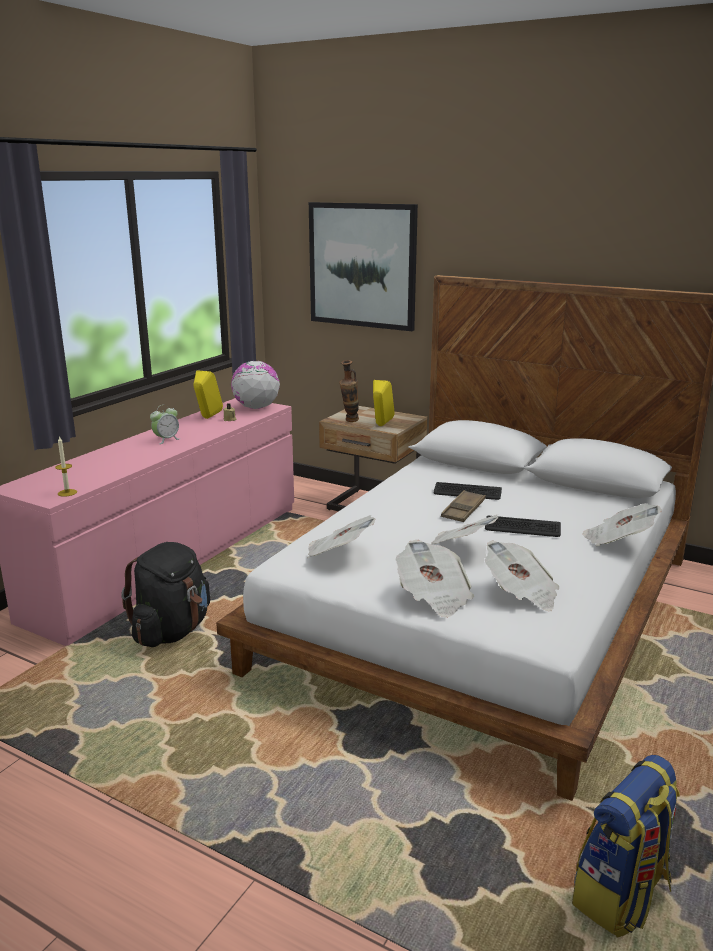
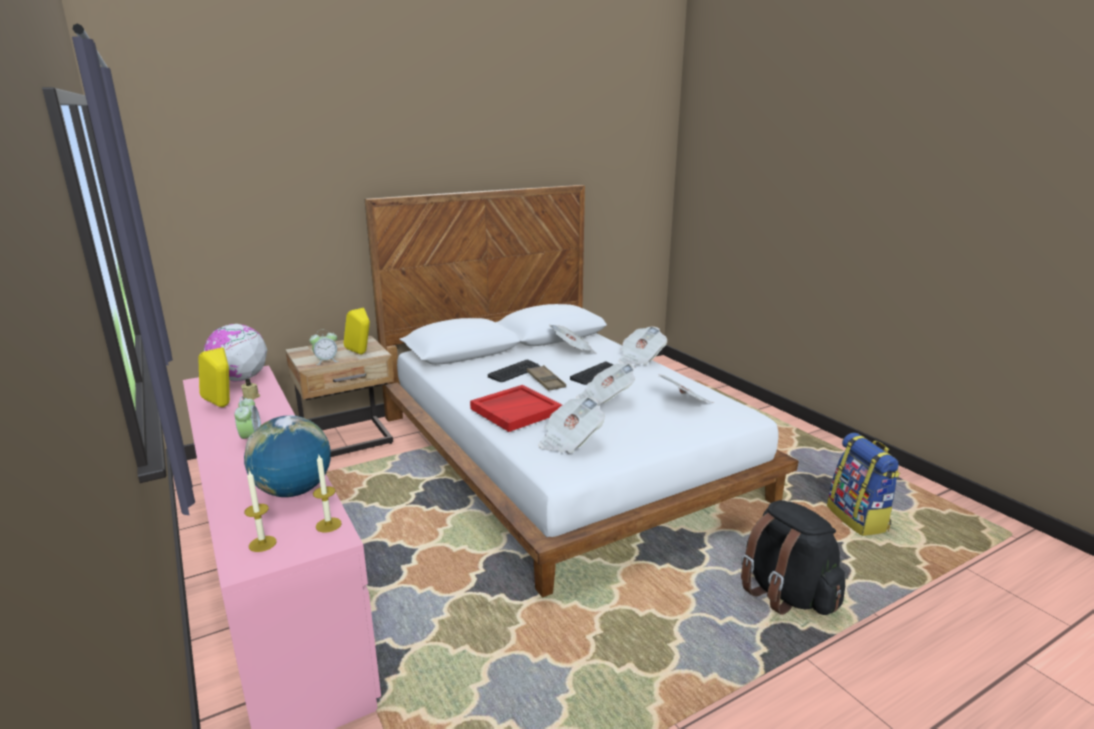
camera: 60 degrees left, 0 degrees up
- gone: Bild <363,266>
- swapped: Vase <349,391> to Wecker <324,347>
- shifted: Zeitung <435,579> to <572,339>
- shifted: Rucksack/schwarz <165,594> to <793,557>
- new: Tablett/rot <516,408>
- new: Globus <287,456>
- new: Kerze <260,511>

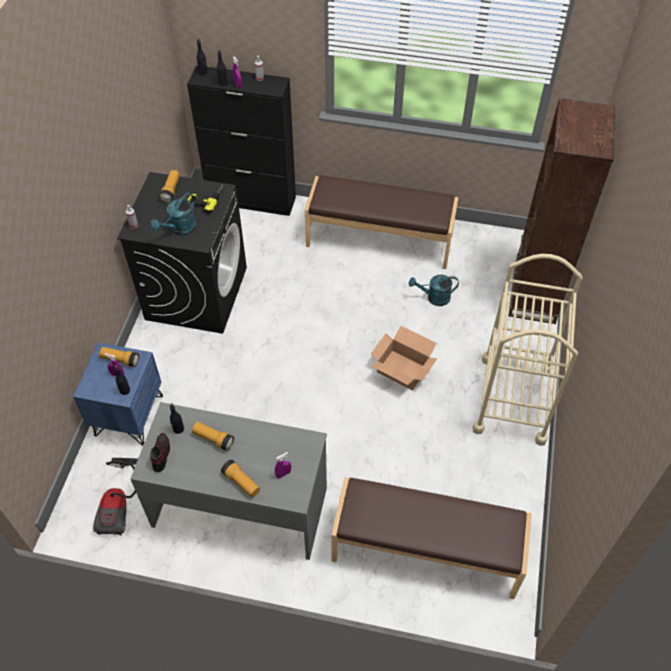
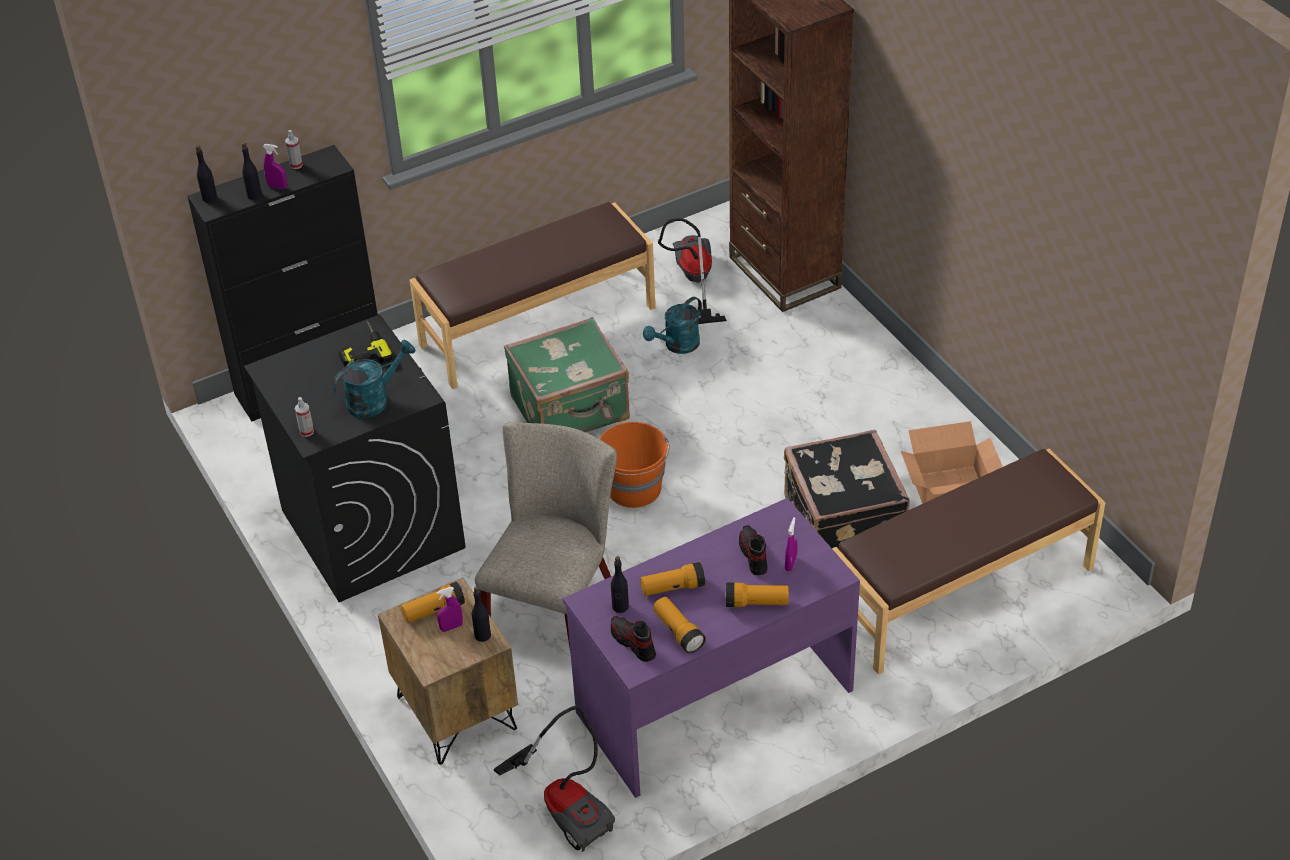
camera: 40 degrees left, 10 degrees down
- shifted: Taschenlampe <169,186> to <679,625>
- rotated: Gießkanne/türkis <173,214> = <374,379> 120 degrees counterclockwise
- gone: Rollwagen/beige <527,350>
- shifted: Karton <404,358> to <952,462>
- repainted: Nachttisch/blau <118,394> to Nachttisch/braun <448,671>
- repainted: Schreibtisch/grau <228,481> to Schreibtisch/lila <711,648>
- new: Staubsauger <692,271>
- new: Koffer/grün <567,374>
- new: Stuhl/beige <546,538>
- new: Eimer/orange <634,465>
- new: Koffer/schwarz <847,489>
- new: Schuh <753,550>

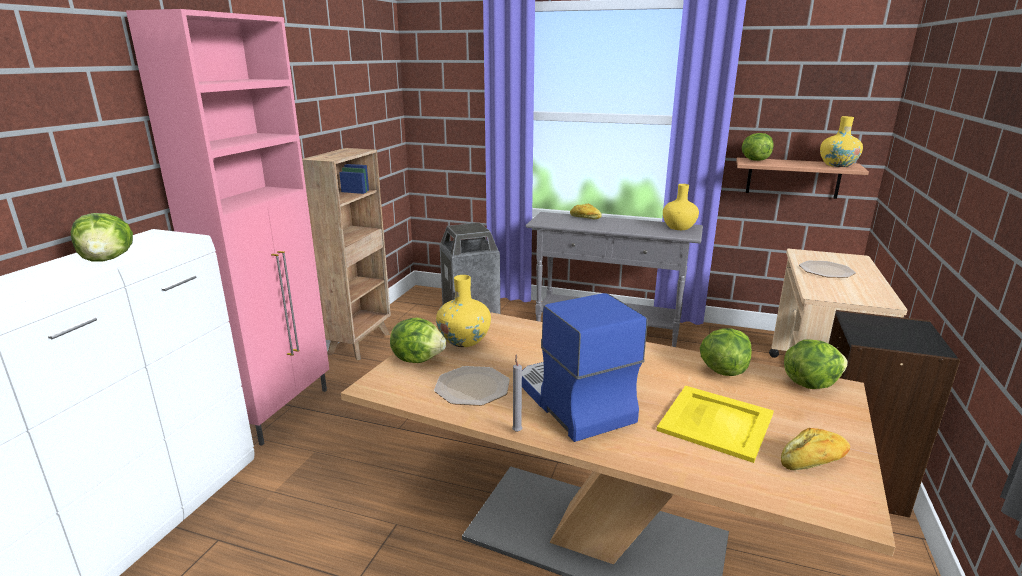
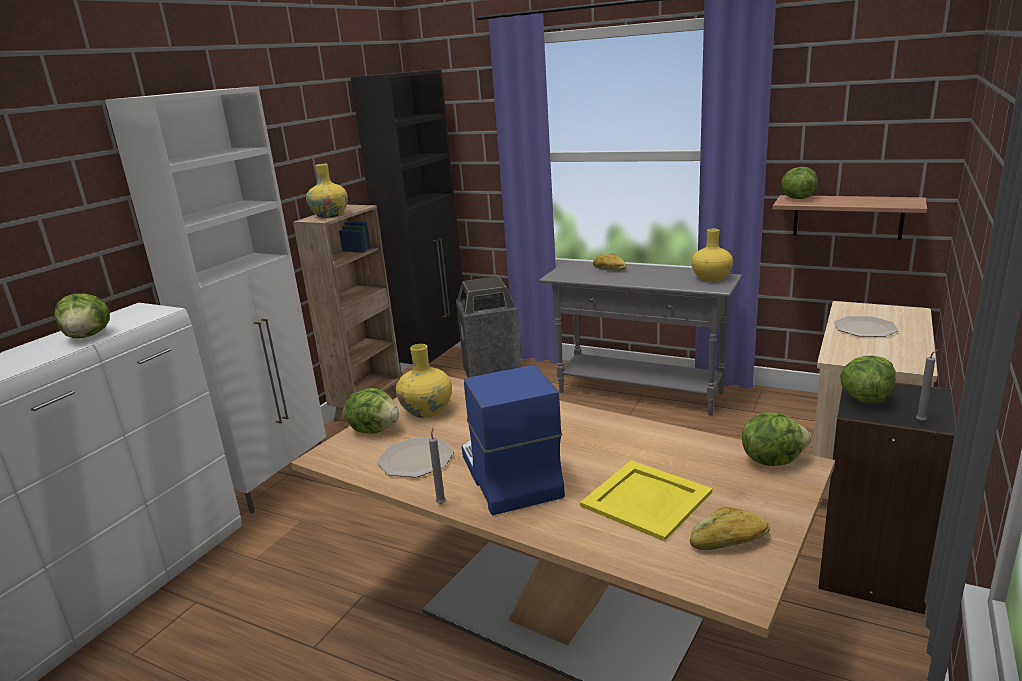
camera: 10 degrees right, 0 degrees up
- repainted: Schrank/rosa <227,227> to Schrank/weiß <215,300>
- shifted: Vase/gelb <841,141> to <327,191>
- shifted: Salatkopf <726,352> to <868,380>
- new: Schrank/schwarz <407,223>
- new: Kerze/grau <927,385>

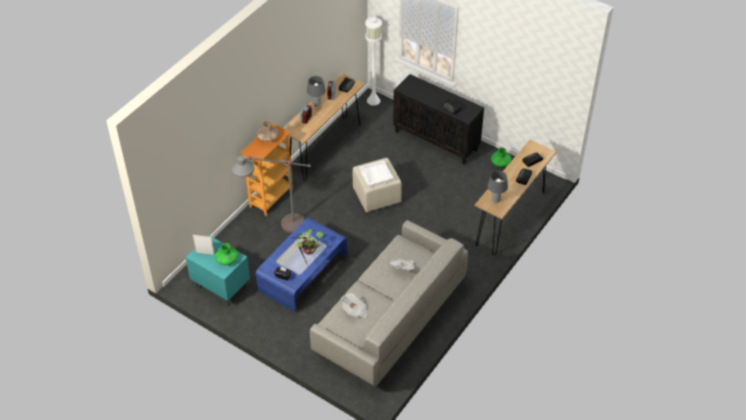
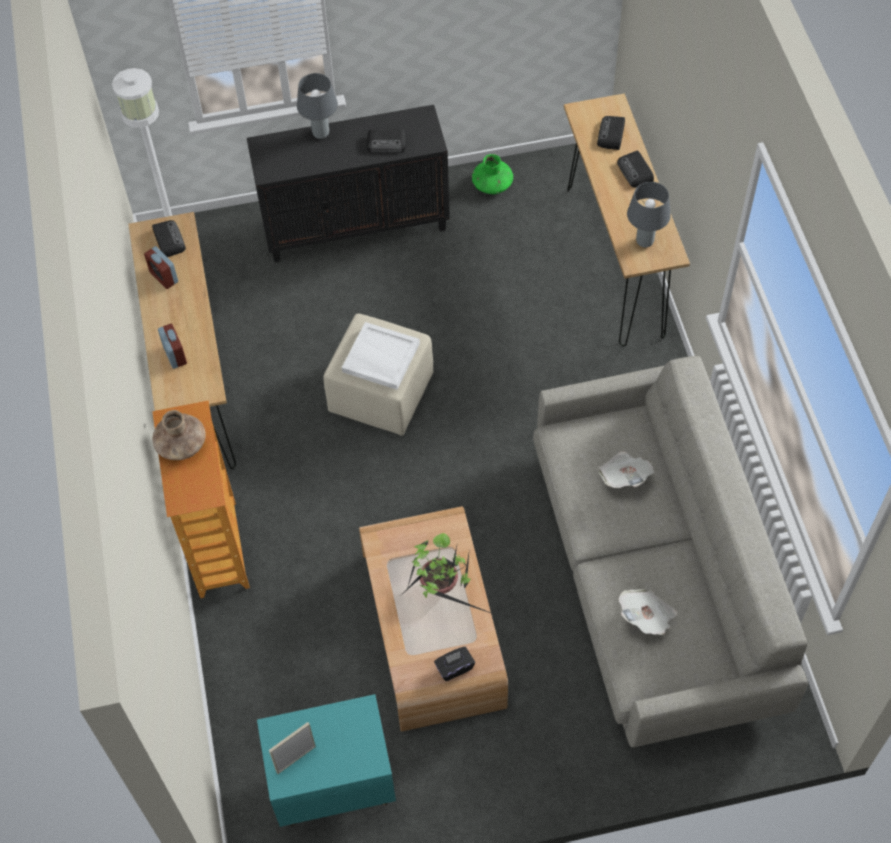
camera: 45 degrees left, 10 degrees up
- shifted: Tischlampe/grau <316,91> to <317,106>
- gone: Stehlampe/grau <271,194>
- repainted: Couchtisch/blau <301,265> to Couchtisch/braun <433,619>
- gone: Vase/grün <226,254>

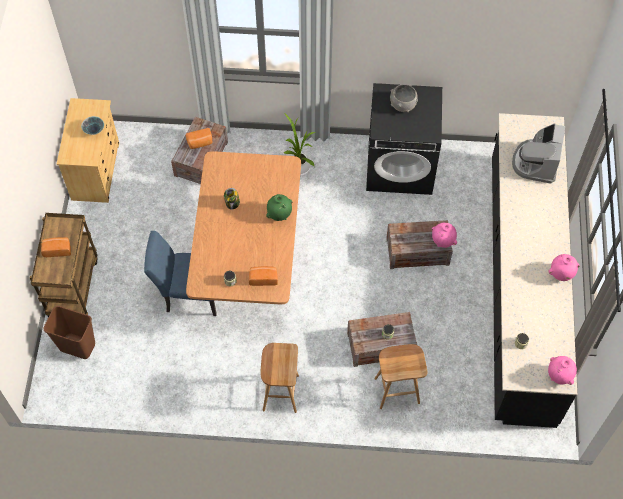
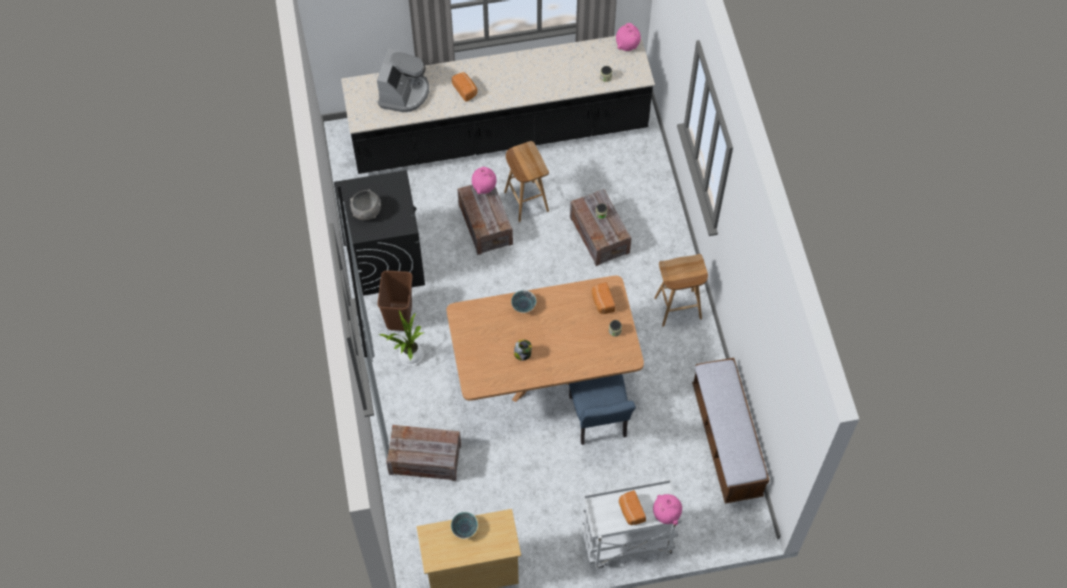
camera: 105 degrees left, 0 degrees up
- rotated: Kaffeemaschine <538,153> = <403,80> 75 degrees counterclockwise
- shifted: Brot <199,138> to <464,87>
- swapped: Vase/grün <279,207> to Schüssel <523,301>
- repainted: Rollwagen/braun <63,265> to Rollwagen/weiß <631,523>
- shifted: Vase/rosa <563,267> to <667,509>
- shifted: Mülleimer/braun <69,332> to <395,301>
- shifted: Hocker/braun <401,376> to <526,181>
- new: Bank <730,431>

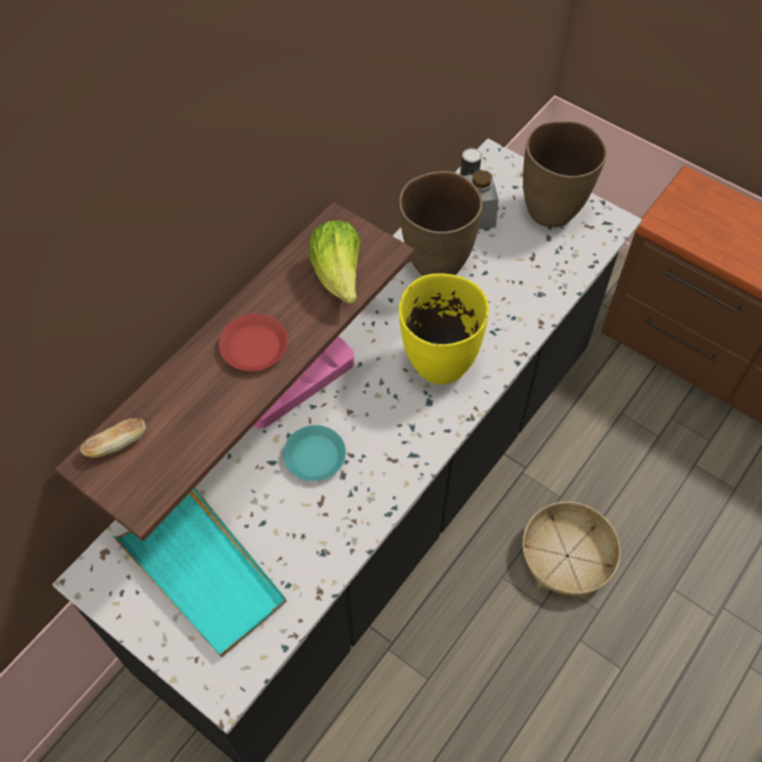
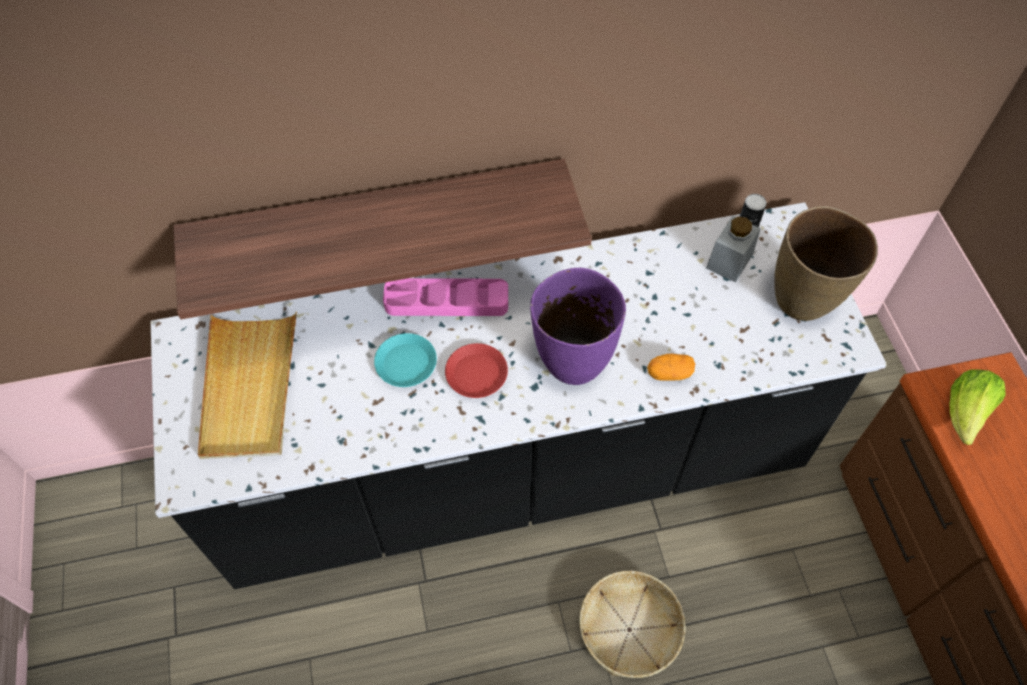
camera: 40 degrees right, 0 degrees up
- gone: Vase/braun <441,223>
- shifted: Salatkopf <335,262> to <978,407>
- repainted: Vase/gelb <444,328> to Vase/lila <578,326>
- shifted: Teller/rot <253,342> to <476,370>
- gone: Brot <113,438>
- repainted: Tablett/türkis <200,573> to Tablett/beige <247,385>
- new: Kartoffel <671,367>

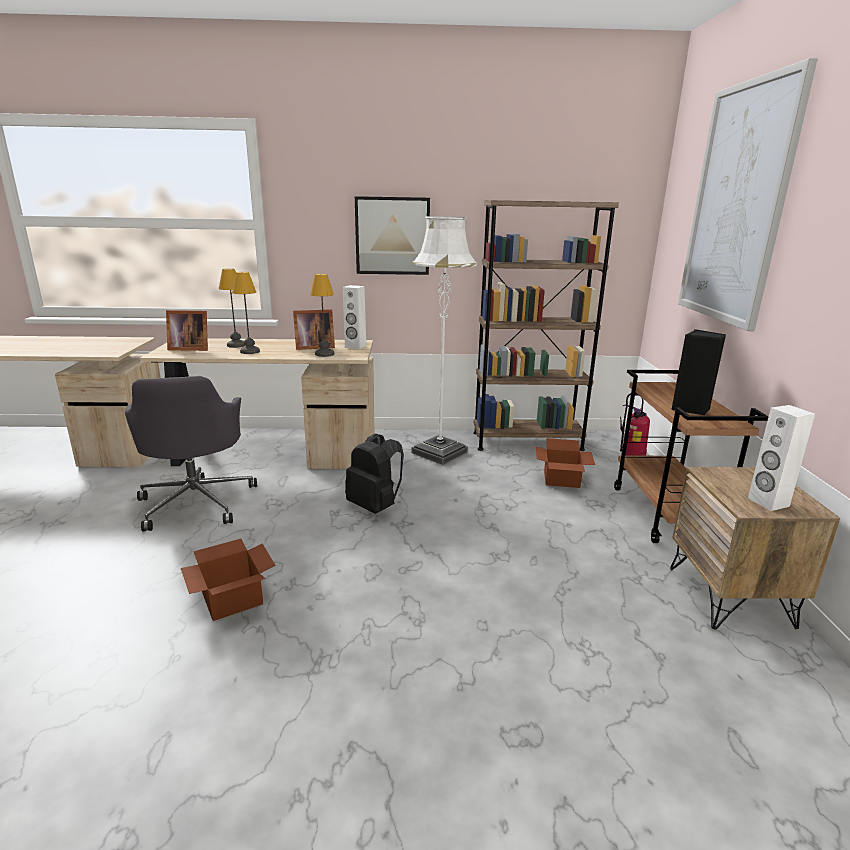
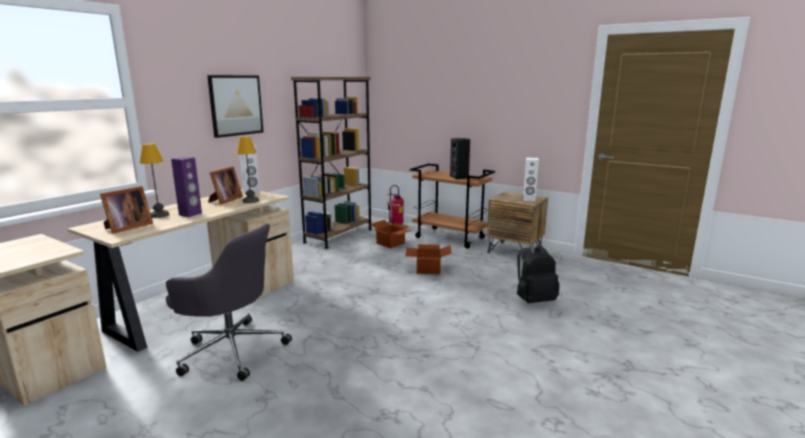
camera: 55 degrees left, 5 degrees down
- gone: Bild <748,194>
- gone: Stehlampe/weiß <444,340>
- swapped: Tischlampe <246,313> to Lautsprecher/lila <186,187>
- shifted: Rucksack/schwarz <374,474> to <538,274>
- shifted: Karton <228,580> to <428,259>

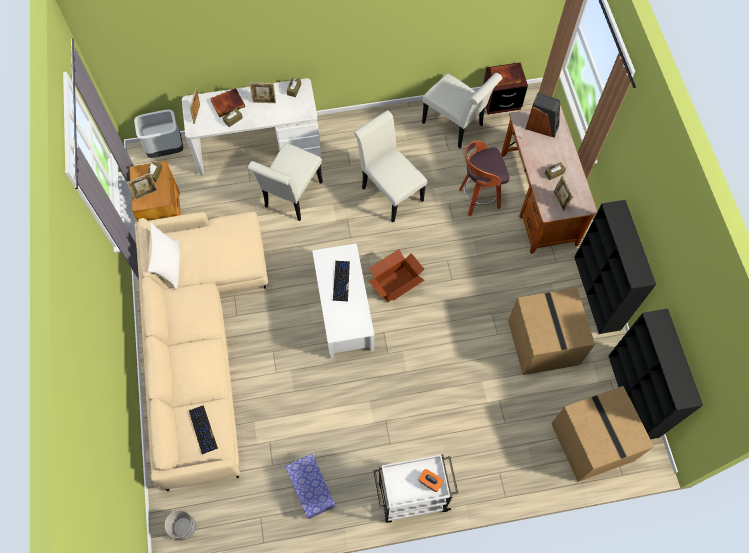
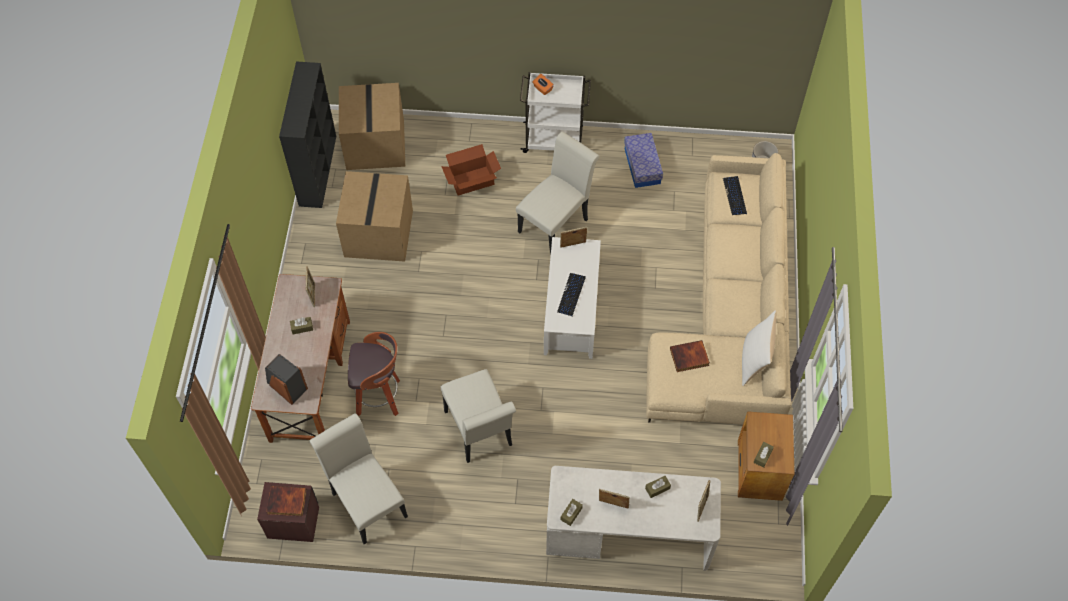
camera: 165 degrees left, 5 degrees down
- shifted: Buch <227,102> to <690,356>
- gone: Mülleimer/grau <158,133>
- shifted: Stuhl/weiß <285,182> to <557,193>
- shifted: Bilderrahmen <142,186> to <573,237>
- gone: Bücherregal/schwarz <615,267>
- shifted: Karton <396,275> to <471,170>

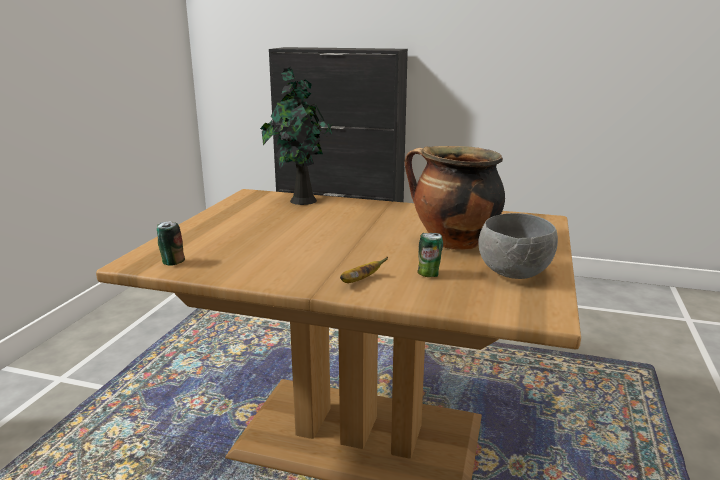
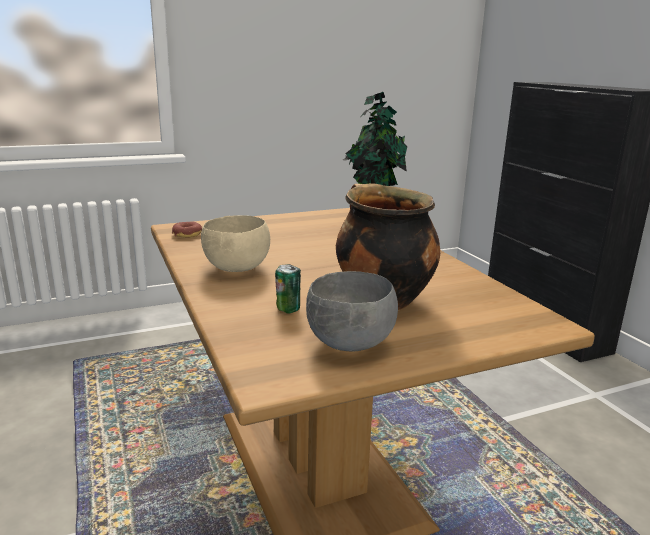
camera: 50 degrees right, 0 degrees up
- swapped: Dose <171,243> to Donut <187,229>
- gone: Banane <364,270>
- new: Schüssel/beige <235,243>

